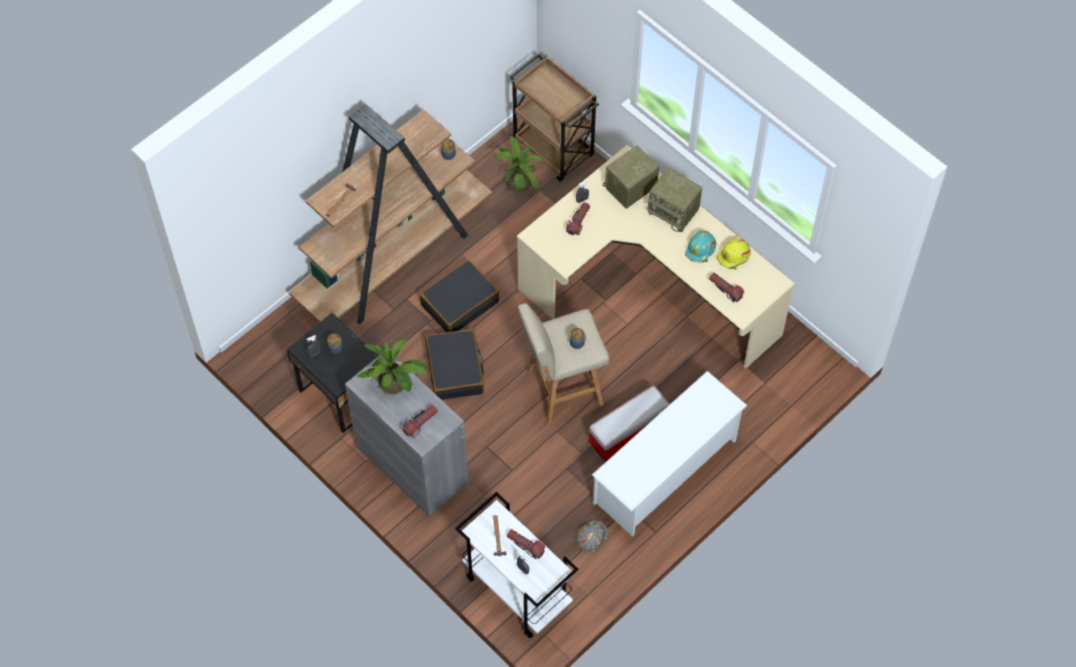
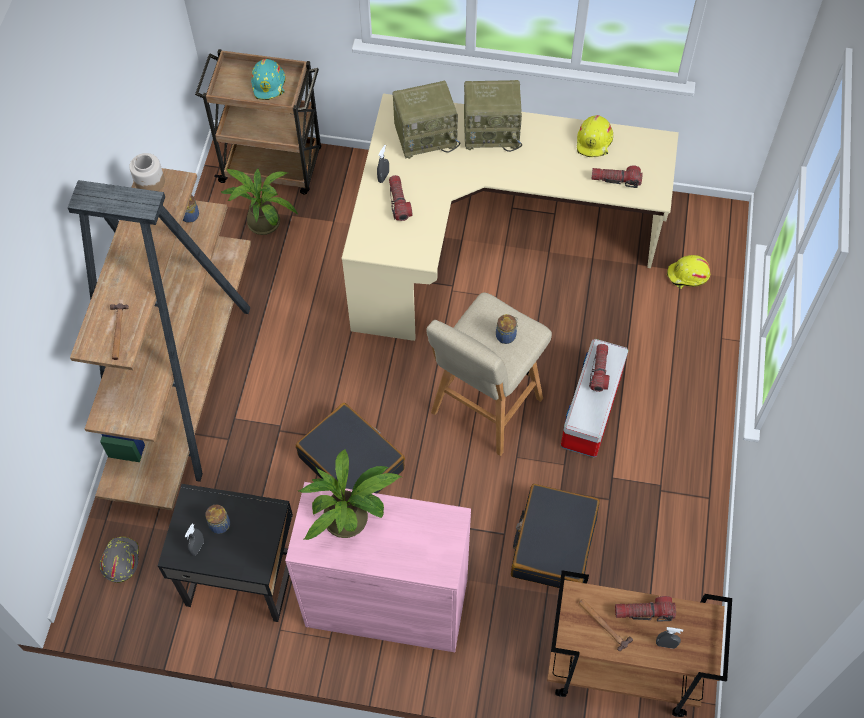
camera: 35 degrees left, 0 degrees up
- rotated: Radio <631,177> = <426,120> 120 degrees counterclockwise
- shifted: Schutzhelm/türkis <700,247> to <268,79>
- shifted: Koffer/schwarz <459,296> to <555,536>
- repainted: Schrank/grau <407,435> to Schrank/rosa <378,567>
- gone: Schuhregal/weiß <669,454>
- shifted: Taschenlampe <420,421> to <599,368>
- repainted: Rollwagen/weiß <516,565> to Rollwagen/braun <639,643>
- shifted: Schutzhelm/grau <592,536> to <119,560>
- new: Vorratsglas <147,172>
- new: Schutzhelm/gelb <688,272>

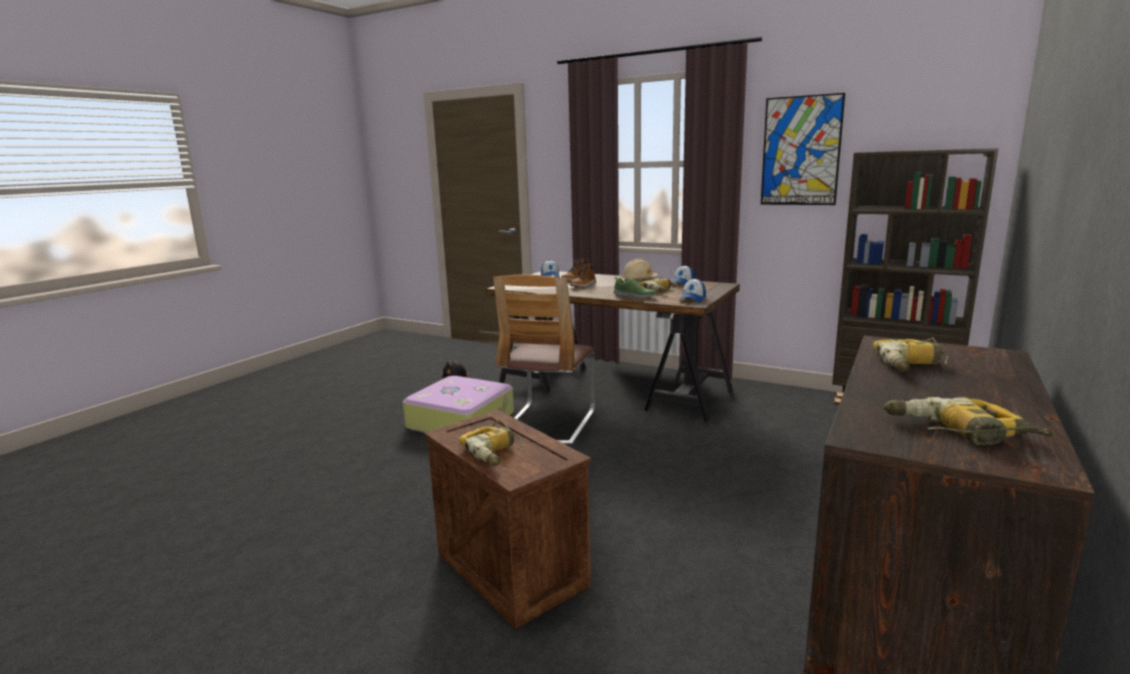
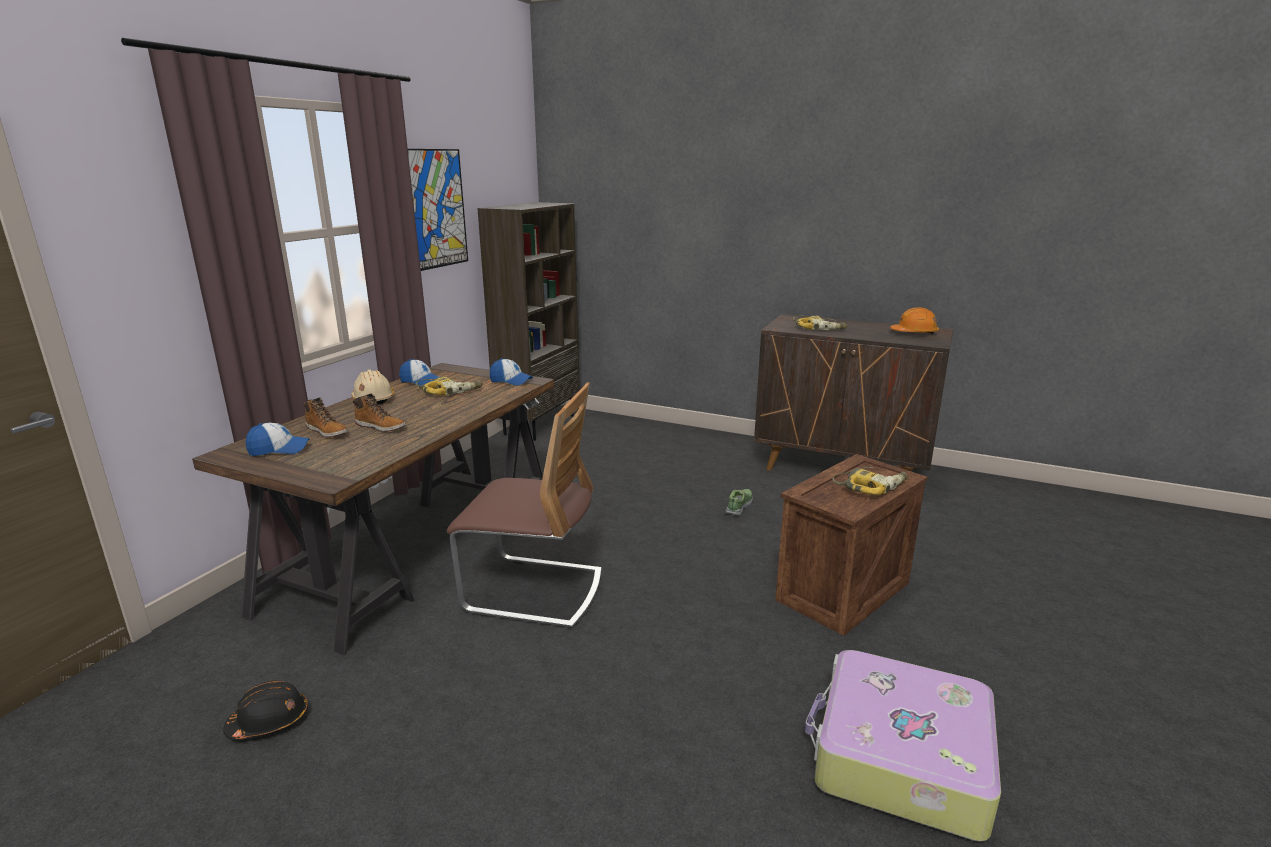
camera: 95 degrees left, 5 degrees up
- shifted: Schuh <635,288> to <739,502>
- shifted: Koffer <458,404> to <903,746>
- swapped: Bohrmaschine <969,421> to Schutzhelm/orange <914,320>

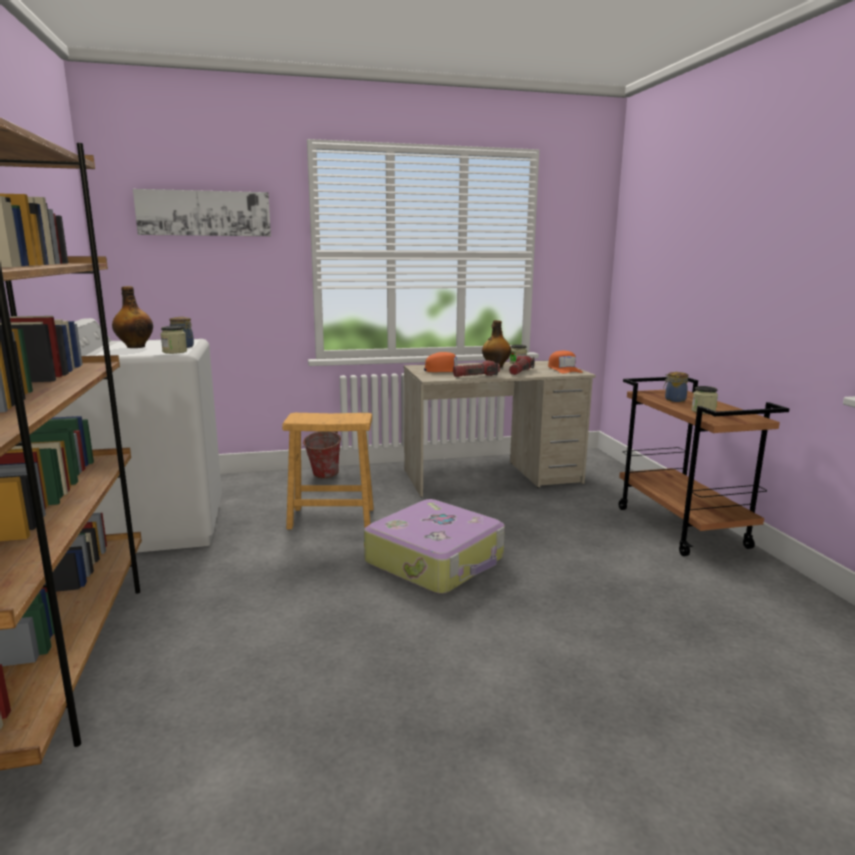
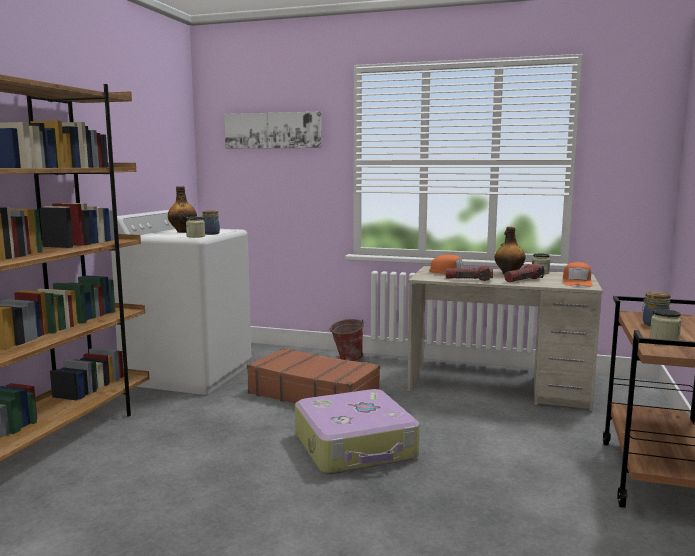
camera: 30 degrees right, 5 degrees down
- swapped: Hocker/braun <328,471> to Koffer/braun <313,375>

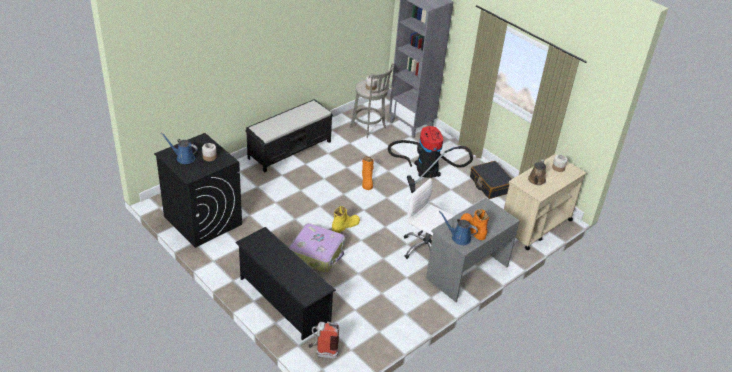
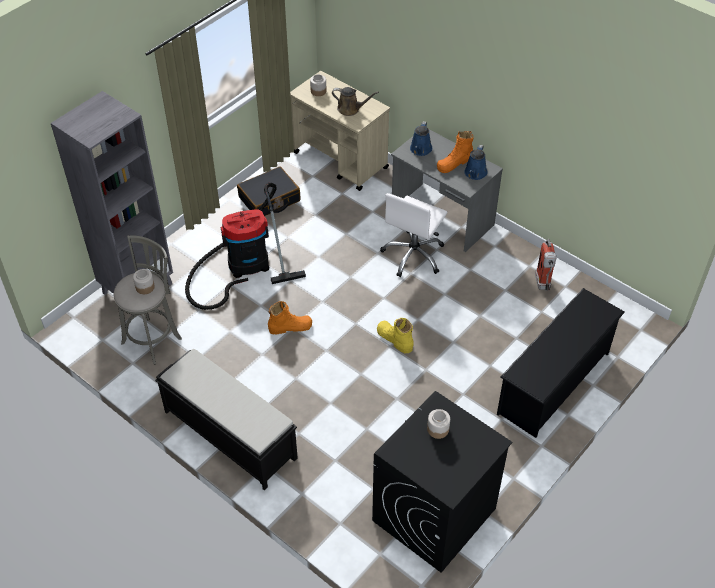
camera: 95 degrees left, 10 degrees up
- shifted: Gießkanne/blau <179,148> to <421,138>
- gone: Koffer <317,248>
- shifted: Feuerlöscher <323,340> to <545,265>

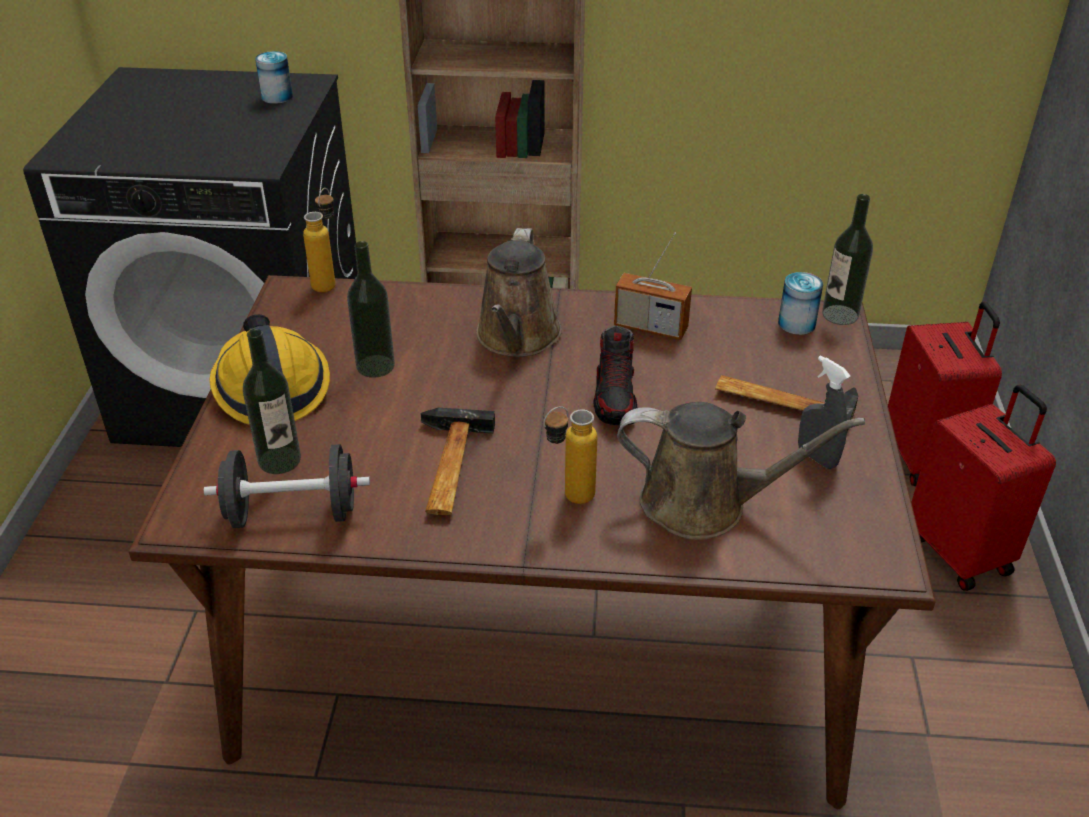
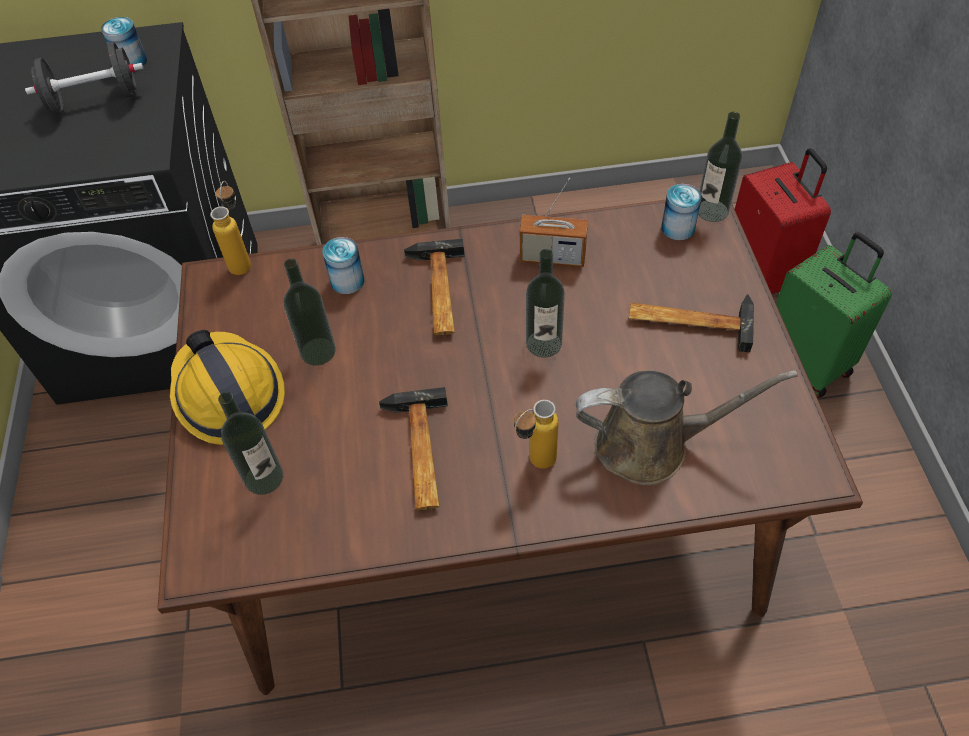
camera: 10 degrees left, 15 degrees up
- swapped: Gießkanne/braun <519,292> to Hammer <434,287>
- swapped: Schuh <615,375> to Flasche <545,303>
- gone: Sprühflasche/grau <824,412>
- repainted: Koffer/rot <984,488> to Koffer/grün <834,315>
- shifted: Hantel/schwarz <287,486> to <84,78>
- new: Dose <343,265>

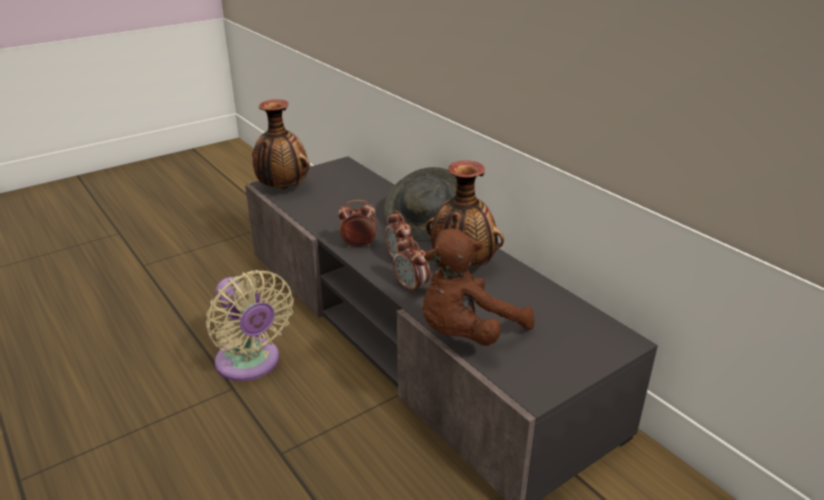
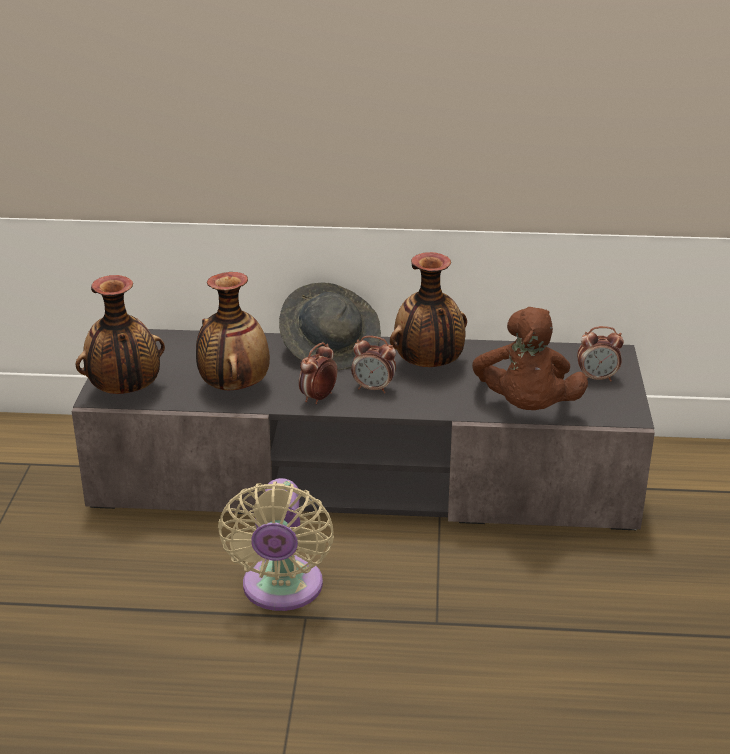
camera: 50 degrees left, 0 degrees up
- shifted: Wecker <411,265> to <600,354>
- rotated: Ventilator/beige <250,325> = <276,544> 90 degrees clockwise
- new: Vase <233,331>

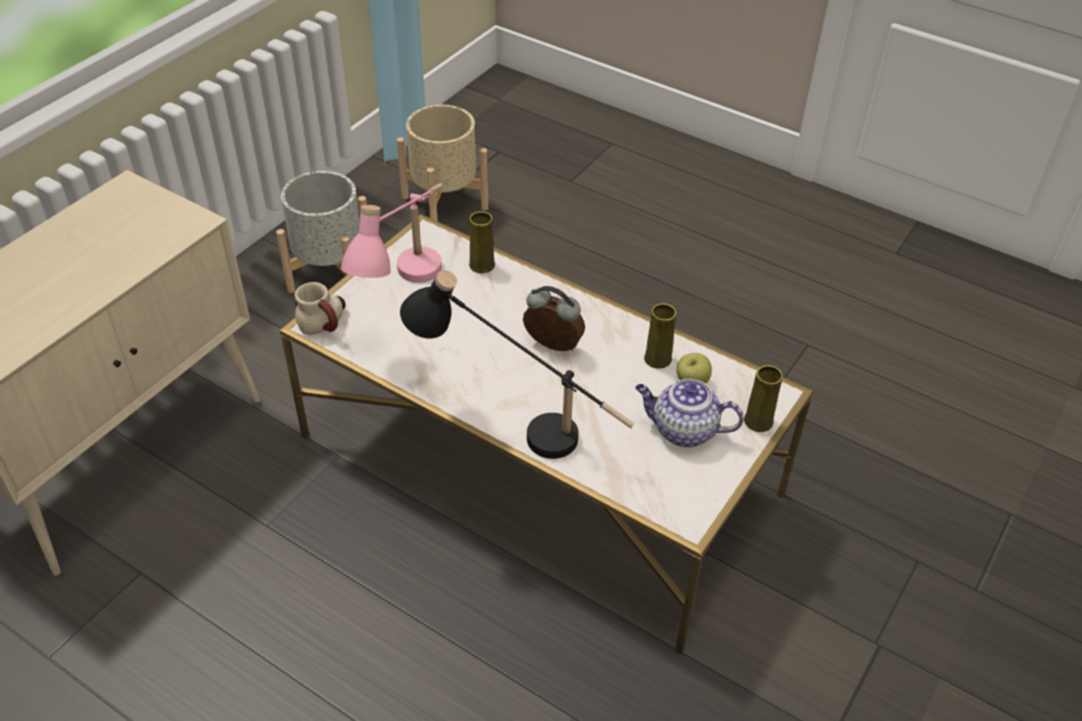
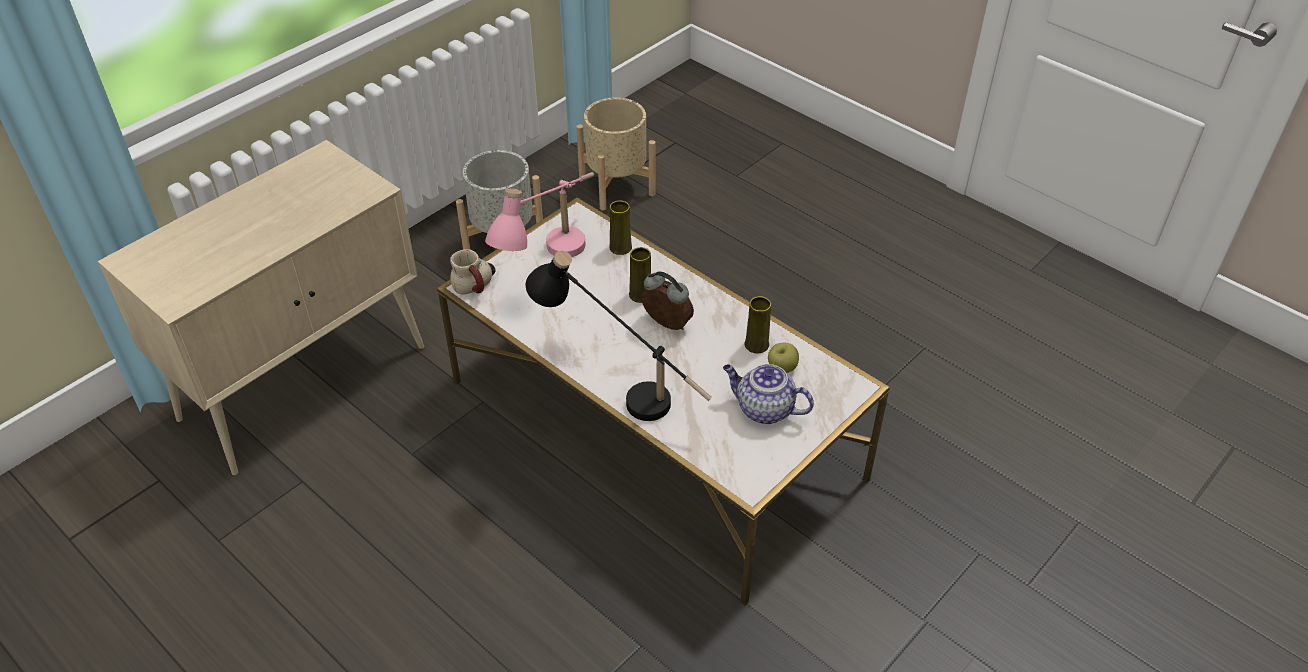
camera: 10 degrees right, 0 degrees up
- shifted: Vase/gelb <763,398> to <640,275>

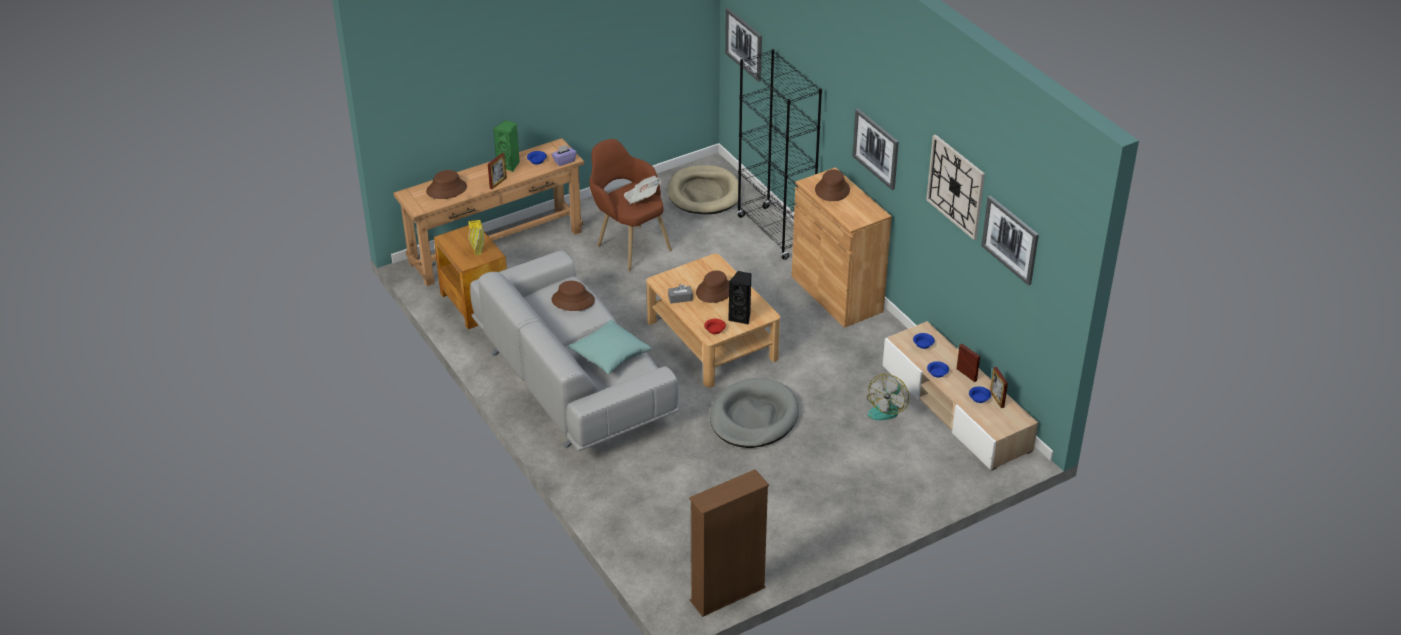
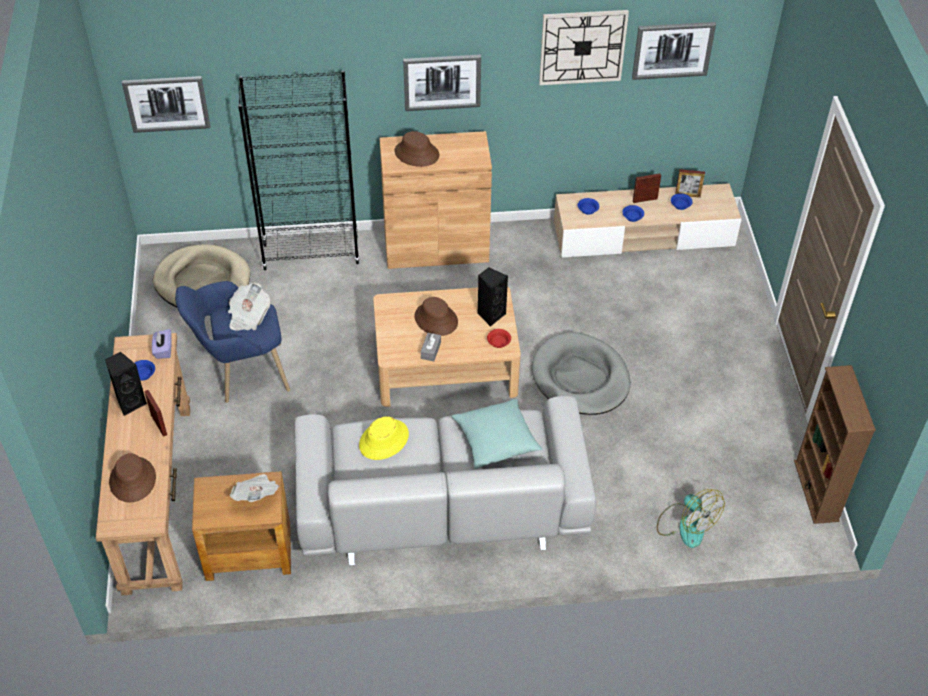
camera: 65 degrees left, 10 degrees up
- repainted: Lautsprecher/grün <506,146> to Lautsprecher/schwarz <126,384>
- repainted: Sessel/braun <630,205> to Sessel/blau <232,342>
- swapped: Vase/gelb <476,237> to Zeitung <255,488>
- repainted: Hut/braun <573,296> to Hut/gelb <384,438>
- shifted: Ventilator <888,397> to <691,518>

